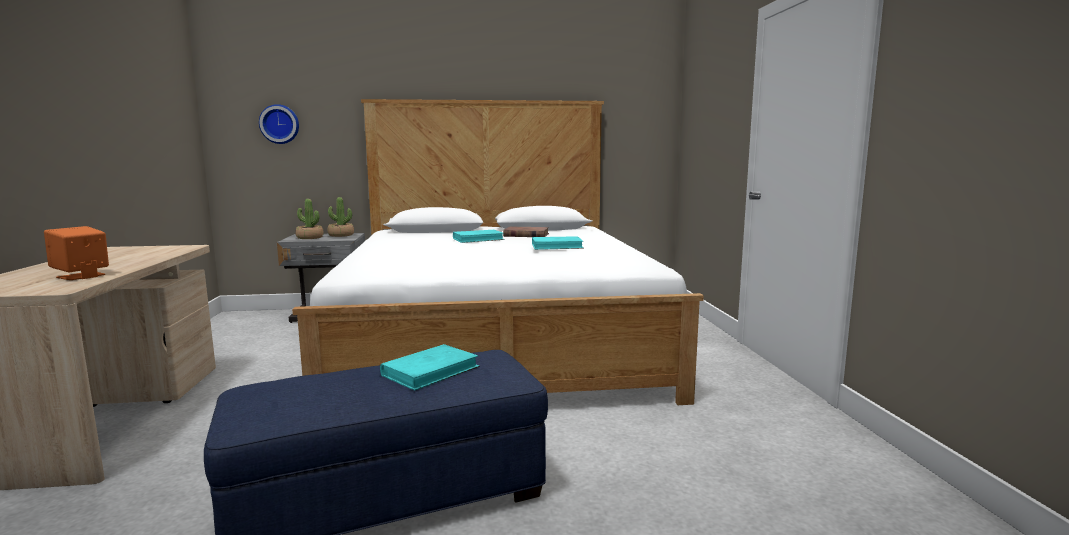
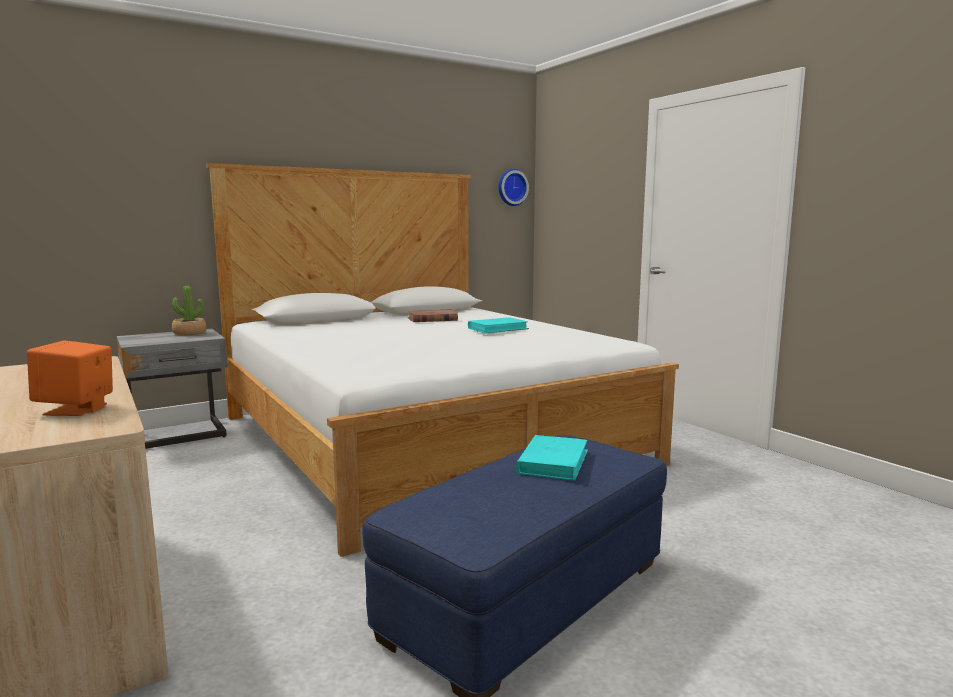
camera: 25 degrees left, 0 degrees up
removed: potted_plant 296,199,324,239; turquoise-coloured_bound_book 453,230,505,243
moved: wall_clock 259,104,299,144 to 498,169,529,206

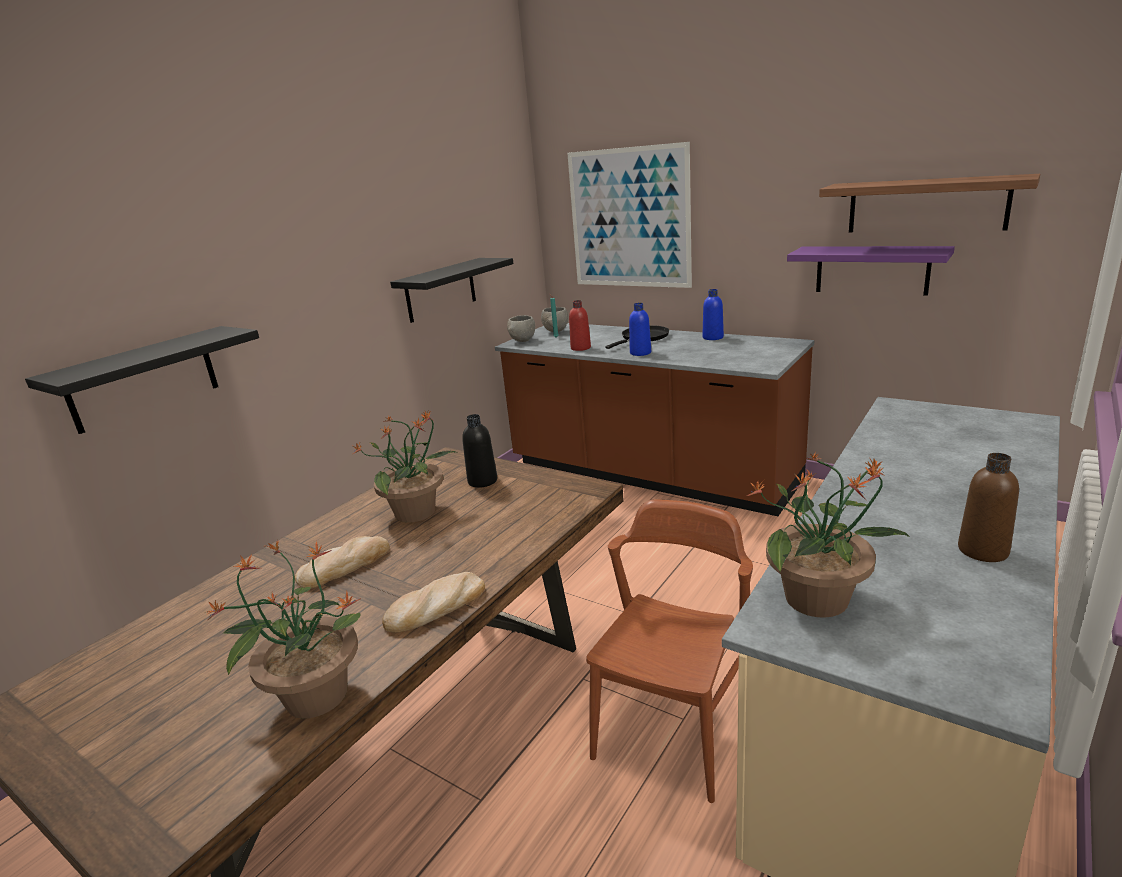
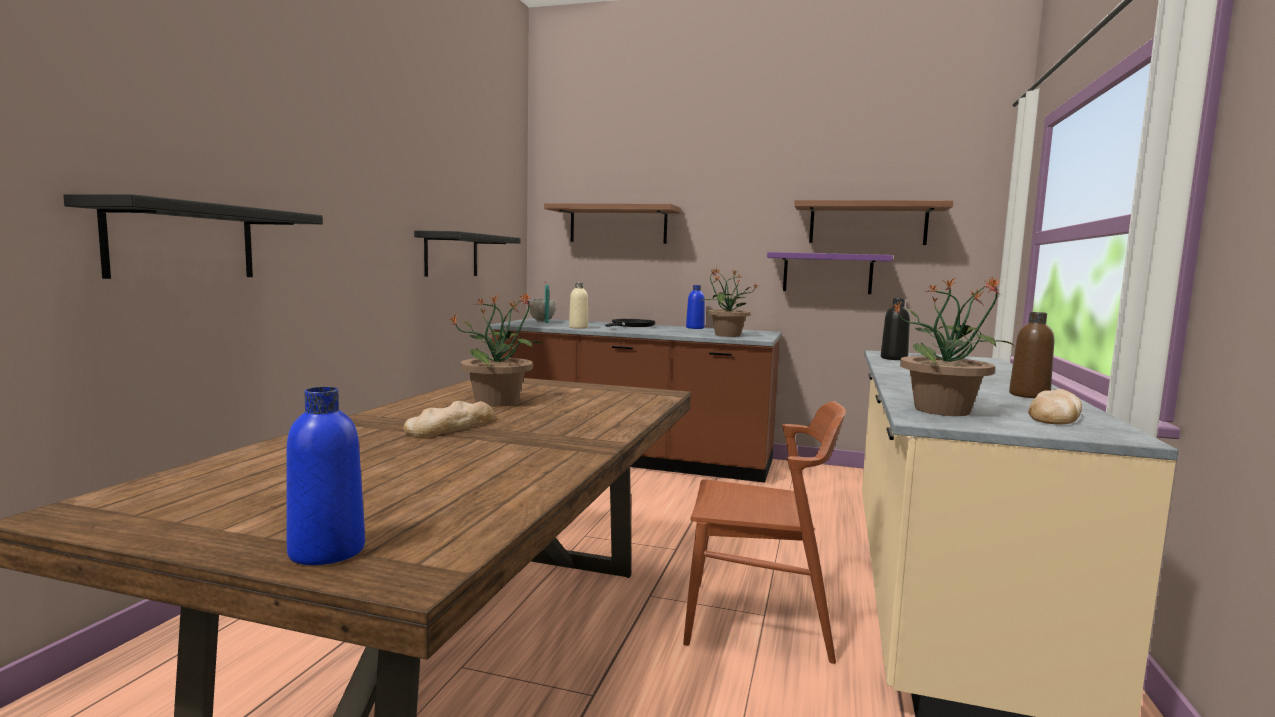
camera: 20 degrees left, 15 degrees down
removed: grey_serving_bowl 507,315,535,342
moved: blue-coloured_bottle 629,303,651,356 to 286,387,365,565; black-coloured_bottle 462,414,497,488 to 881,298,910,360; potted_plant 206,540,361,719 to 698,268,759,337; bread 382,572,485,633 to 1028,389,1082,425
replaced: wall_art 567,142,692,288 to wall_shelf 544,203,681,244
recoloured: reddish_bottle 569,300,591,351 to sand-coloured_bottle 569,282,588,329
turned: brown-coloured_plain_chair 586,500,753,803 = 683,401,846,664 90 degrees clockwise

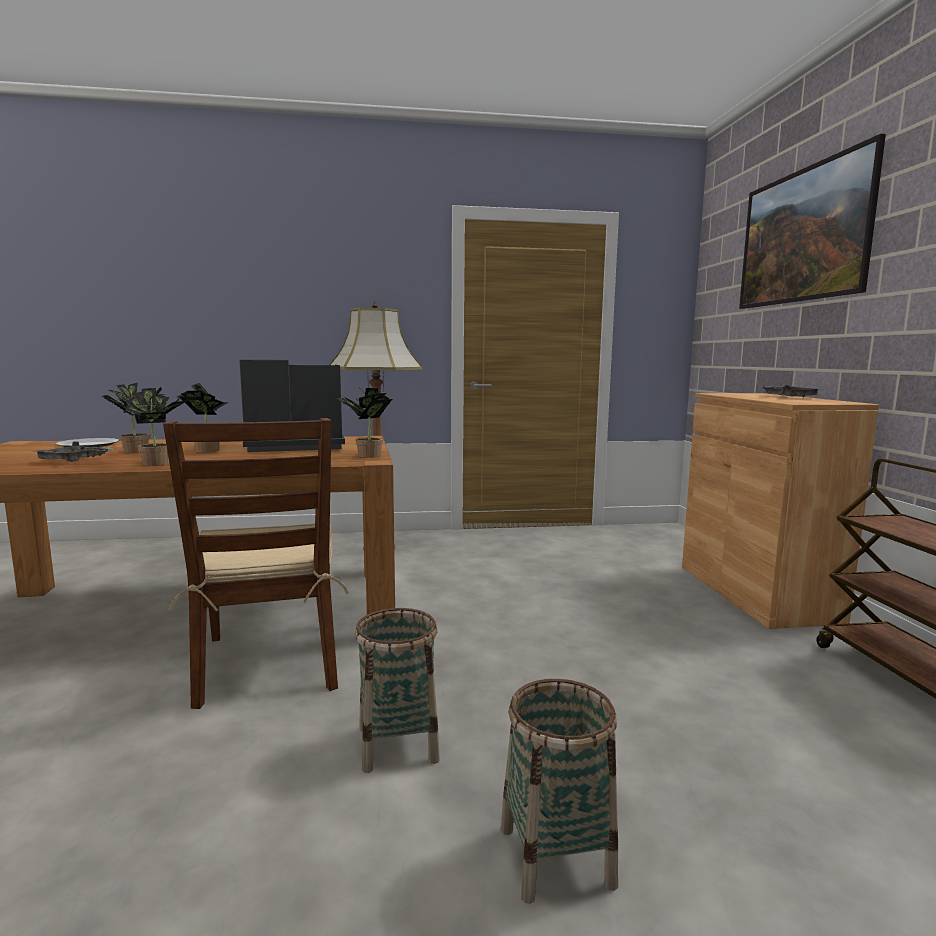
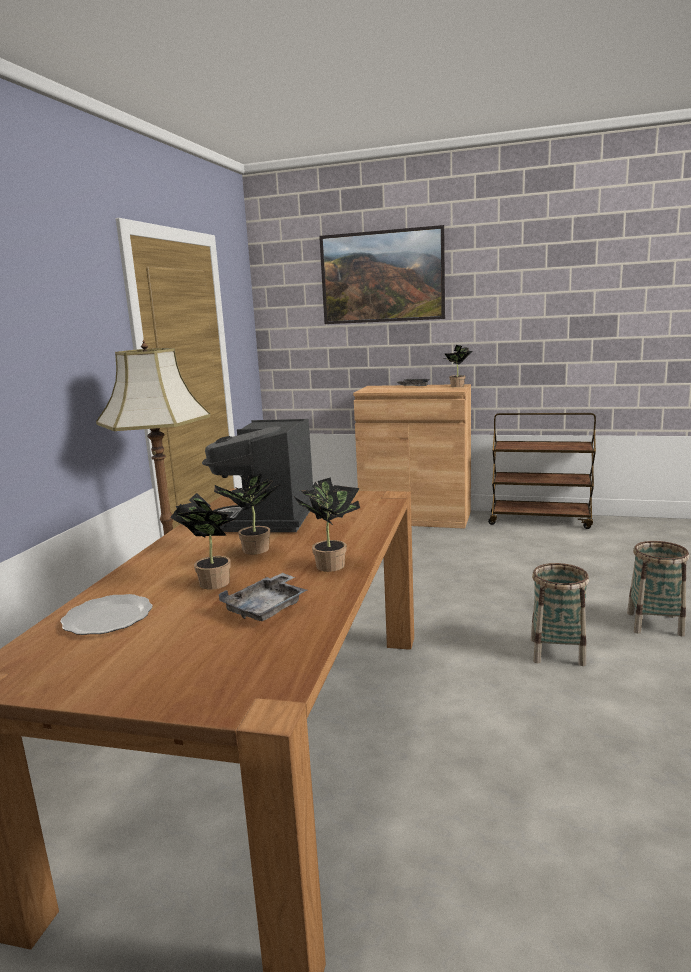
camera: 65 degrees left, 5 degrees up
removed: brown-coloured_plain_chair 163,418,349,709
moved: potted_plant 337,387,392,458 to 443,345,473,387

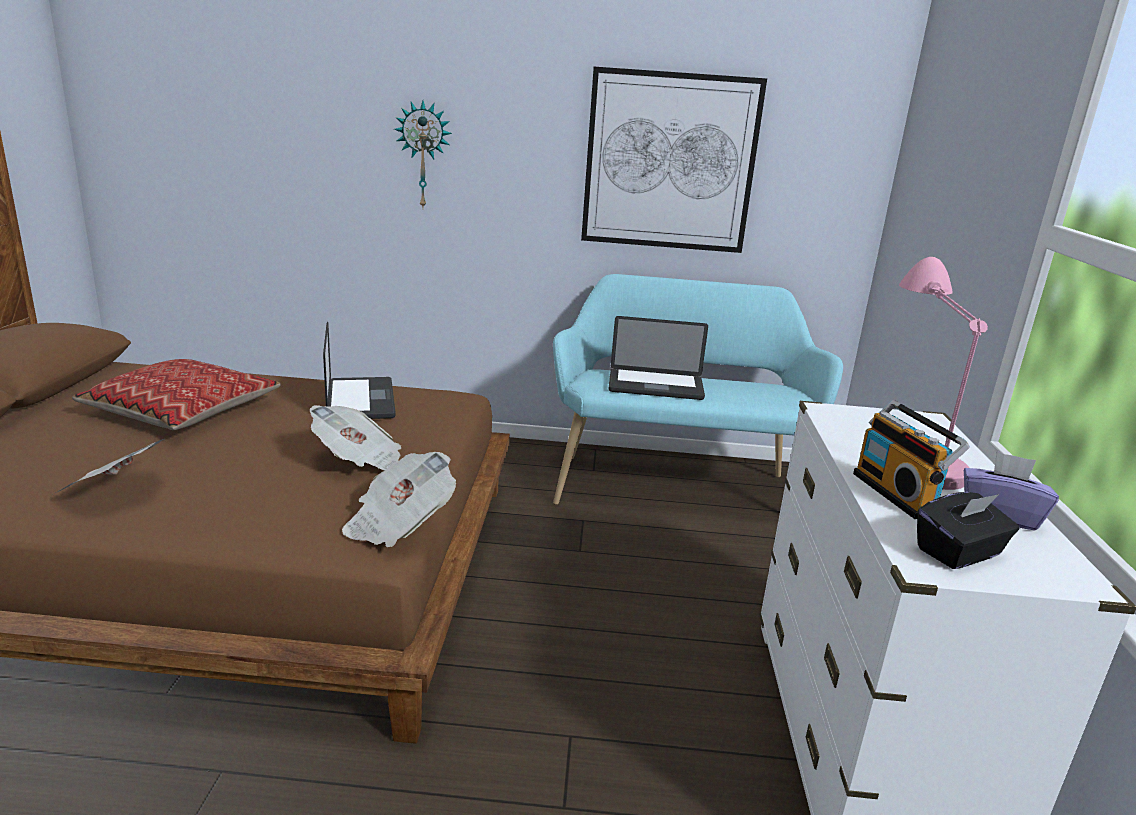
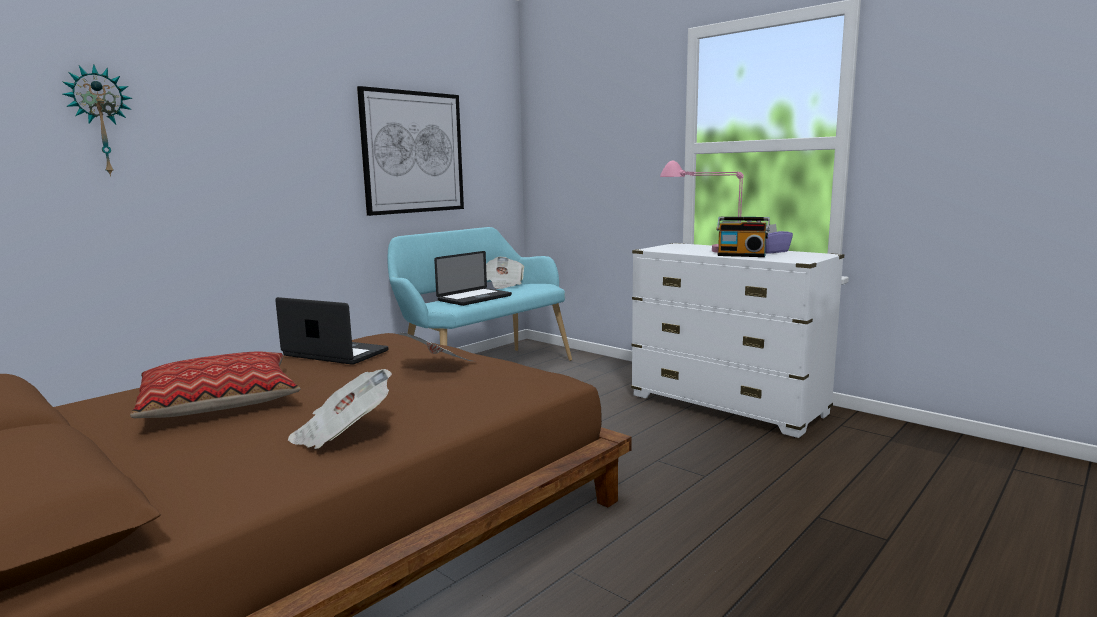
camera: 50 degrees left, 10 degrees down
removed: black-coloured_tissue_box 917,492,1019,569
moved: wall_clock 394,100,452,207 to 63,64,132,177; daily_paper 342,452,456,547 to 486,257,524,289

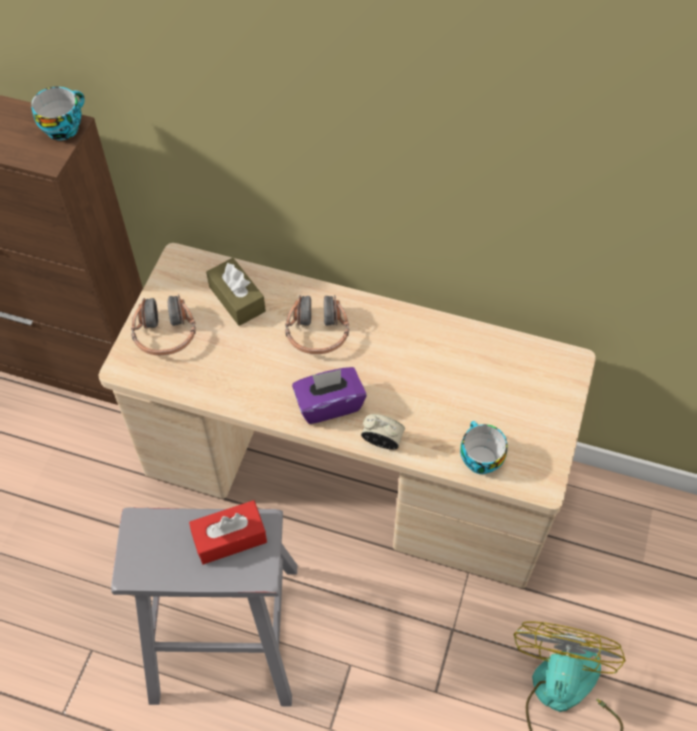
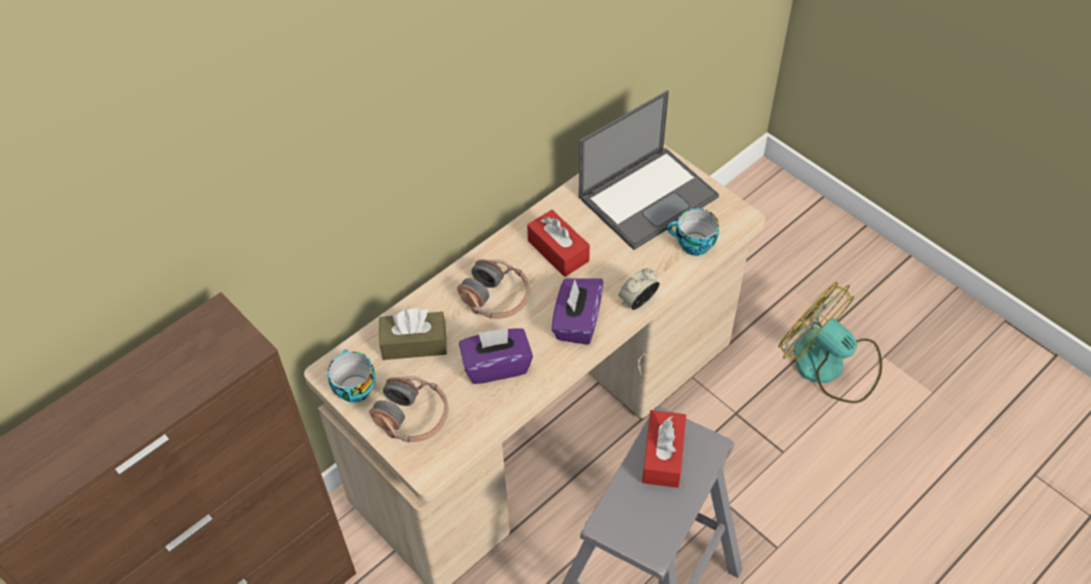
camera: 60 degrees left, 5 degrees down
added: laptop 579,90,719,250; reddish_tissue_box 527,210,590,277; purple-coloured_tissue_box 459,328,533,384
moved: small_cup 31,87,85,140 to 328,349,375,403

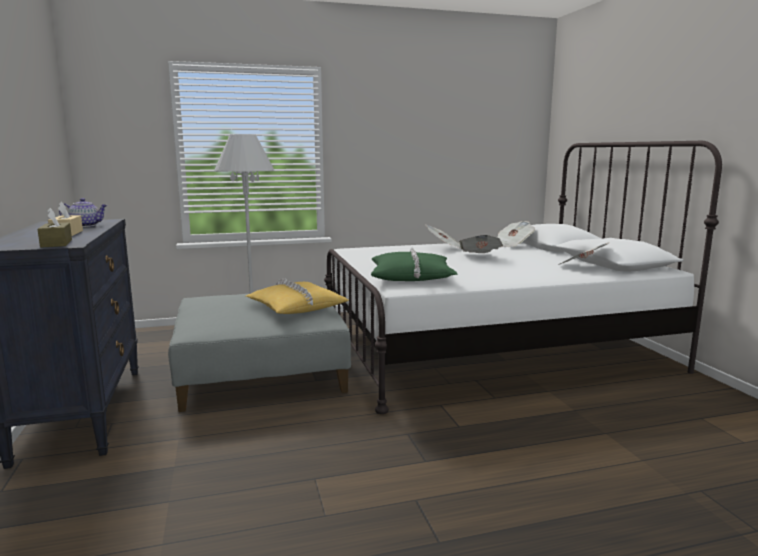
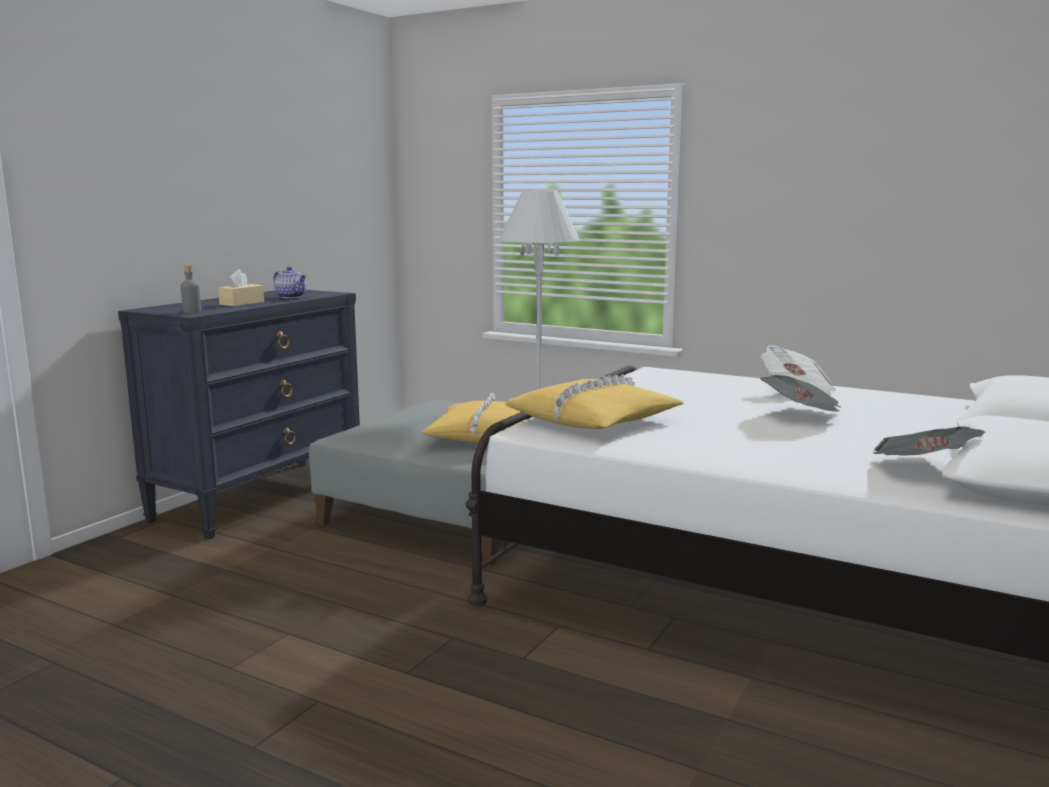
camera: 45 degrees right, 0 degrees up
removed: daily_paper 497,221,535,247
replaced: brown-coloured_tissue_box 38,208,72,248 to grey_bottle 181,265,201,313
recoloured: greenish_throw_pillow 371,247,458,281 to yellowish_throw_pillow 505,374,684,429

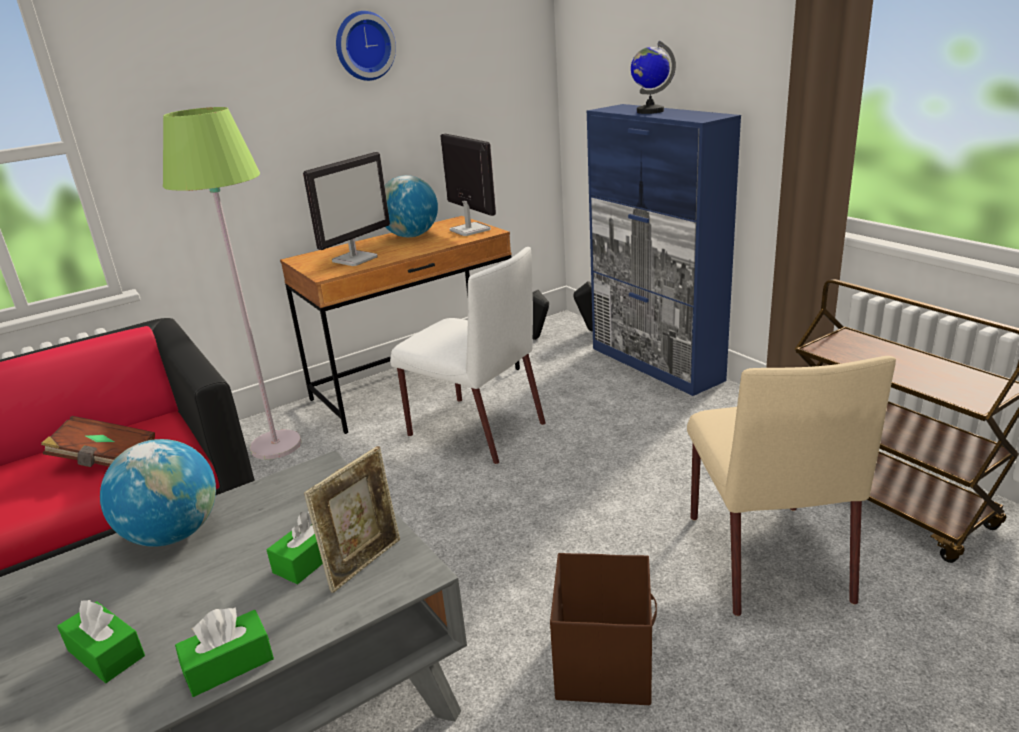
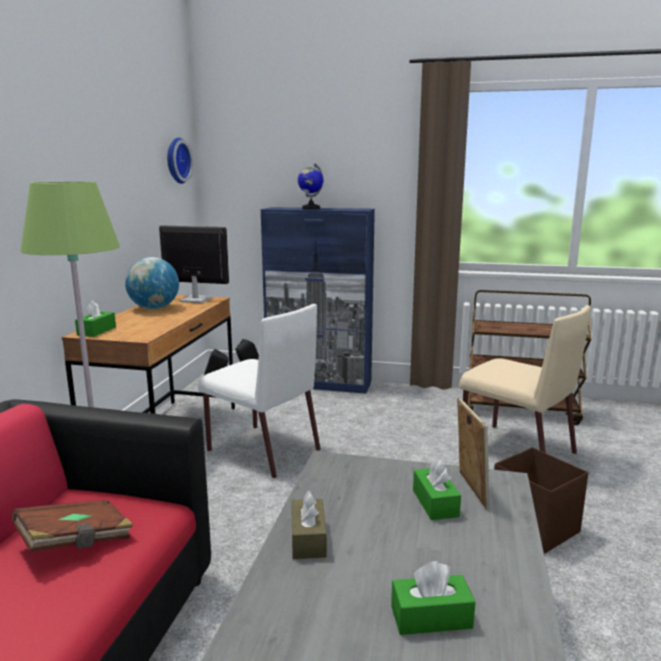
camera: 45 degrees left, 10 degrees down
removed: computer_display 303,152,390,266
moved: wall_clock 336,11,396,81 to 167,137,193,184; greenish_tissue_box 175,607,274,697 to 75,301,116,337
replaced: globe 100,439,216,547 to brown-coloured_tissue_box 291,490,327,559
turned: white-coloured_plain_chair 390,247,545,464 = 198,304,321,478 45 degrees clockwise

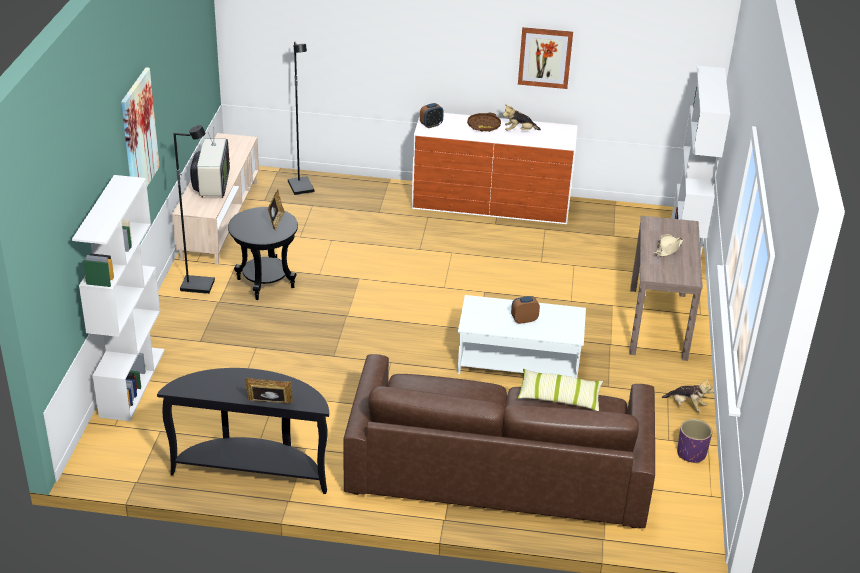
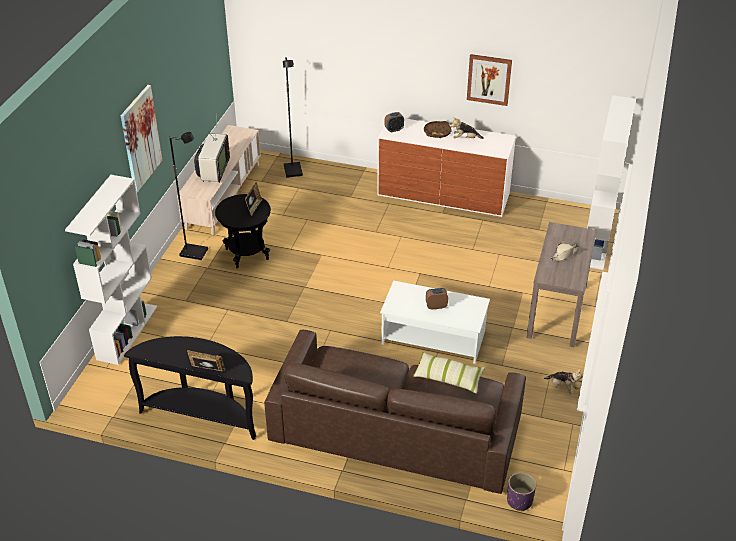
camera: 10 degrees right, 5 degrees up
moved: purple-coloured_planter 677,419,712,463 to 507,472,536,511

